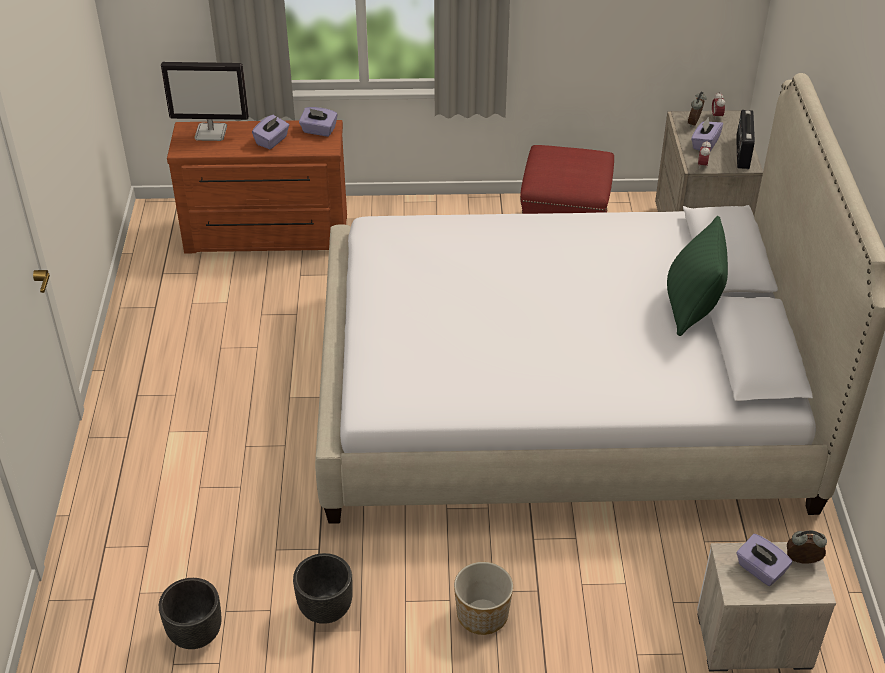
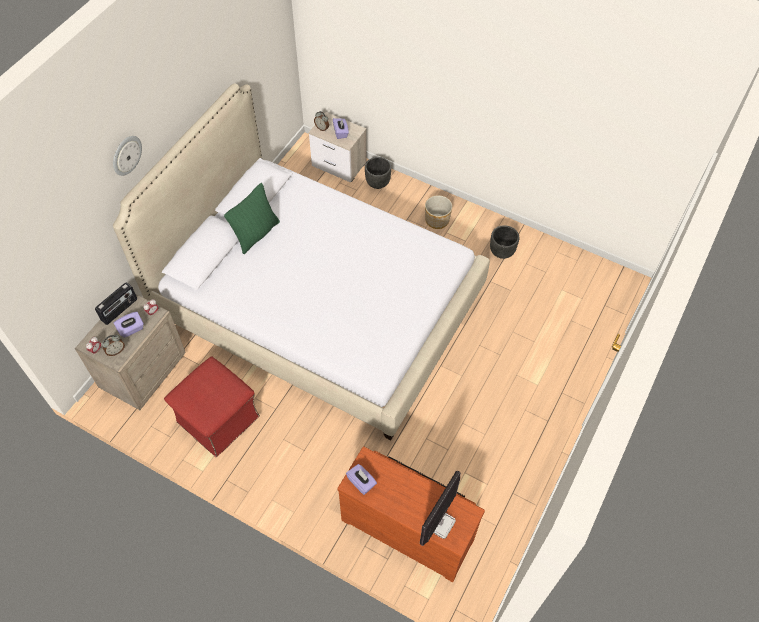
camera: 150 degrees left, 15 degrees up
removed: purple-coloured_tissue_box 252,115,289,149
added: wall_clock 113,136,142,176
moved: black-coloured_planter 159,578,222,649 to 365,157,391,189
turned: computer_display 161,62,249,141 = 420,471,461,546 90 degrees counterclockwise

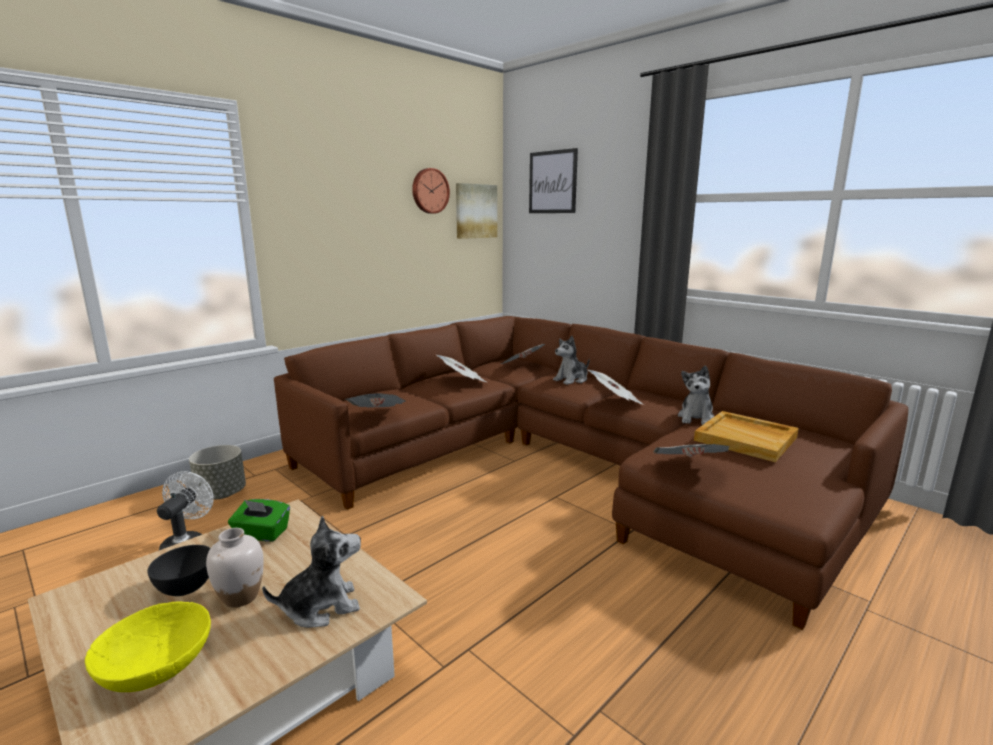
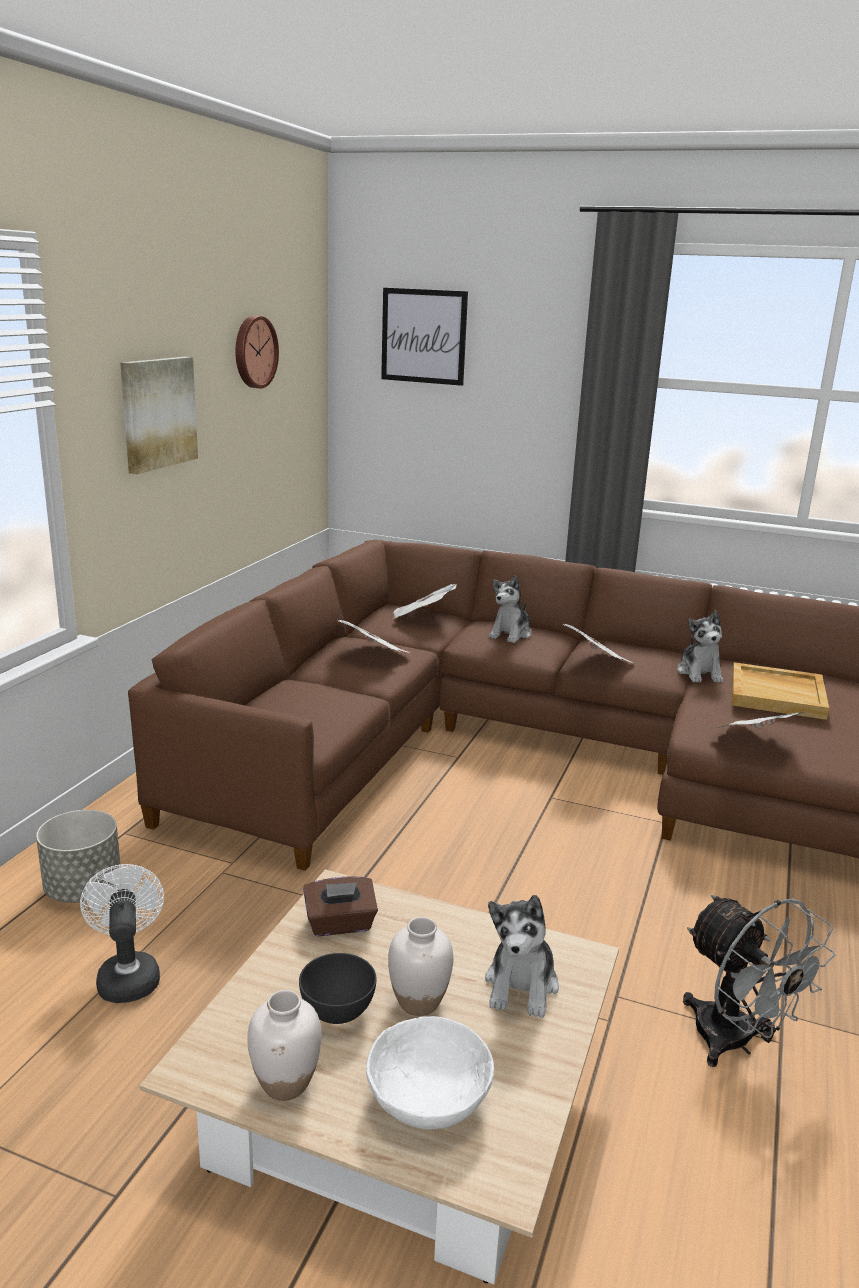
camera: 25 degrees left, 5 degrees up
removed: daily_paper 345,393,406,408
added: grey_fan 683,895,835,1067; white-coloured_vase 247,990,322,1101
moved: wall_art 456,183,497,239 to 120,357,198,474
recoloured: greenish_tissue_box 228,499,290,542 to brown-coloured_tissue_box 303,876,378,936; yellowish_serving_bowl 85,601,211,692 to white-coloured_serving_bowl 366,1016,494,1130
turned: soft_toy 262,516,361,628 = 485,895,559,1018 150 degrees clockwise

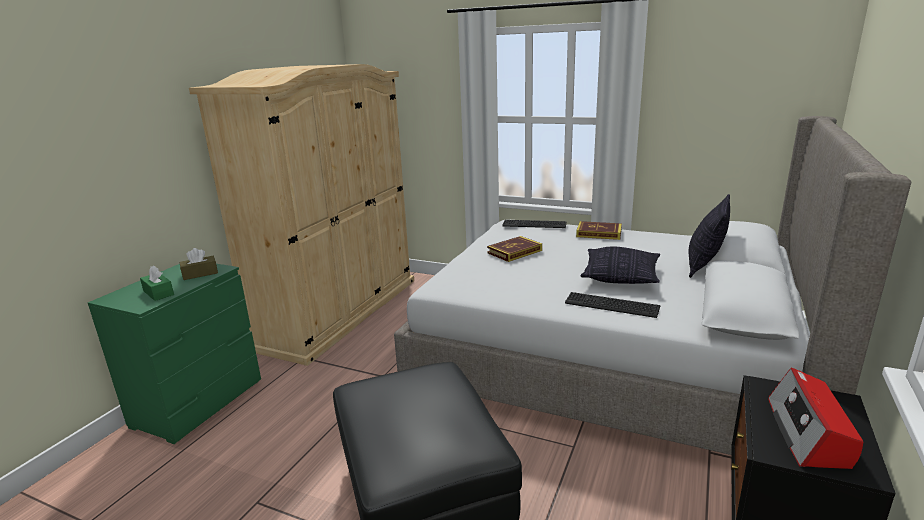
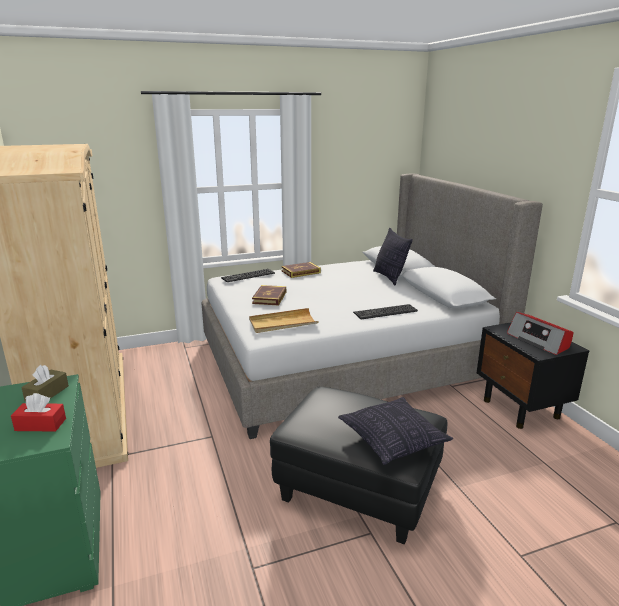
camera: 45 degrees left, 0 degrees up
added: sand-coloured_carrying_tray 249,308,319,333
moved: throw_pillow 581,247,660,284 to 338,397,453,465
recoloured: greenish_tissue_box 140,266,174,301 to reddish_tissue_box 11,393,66,432

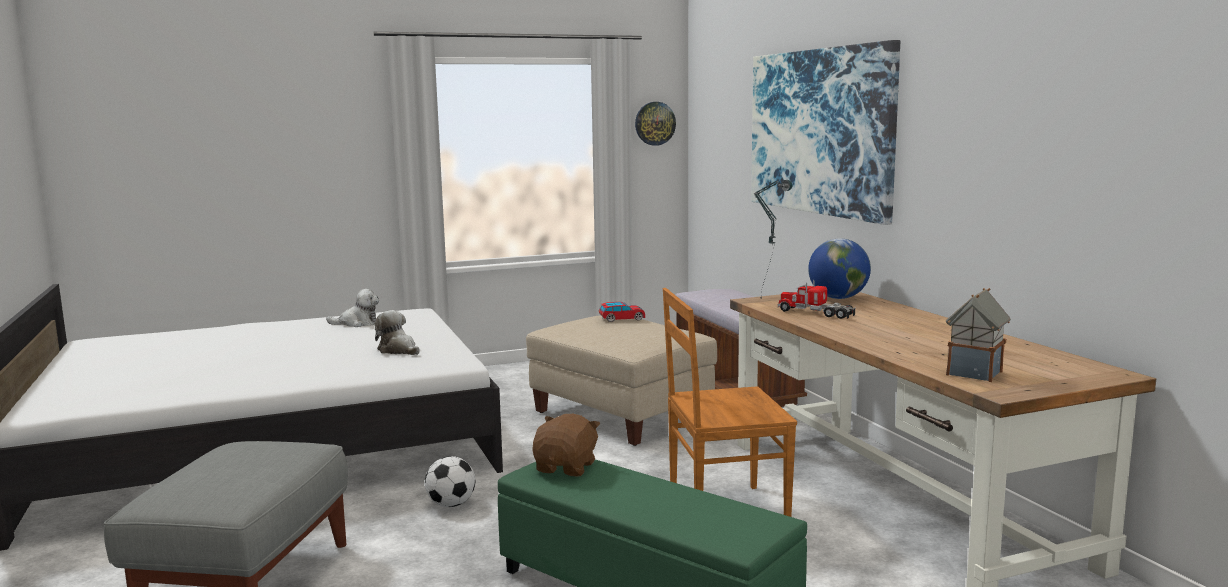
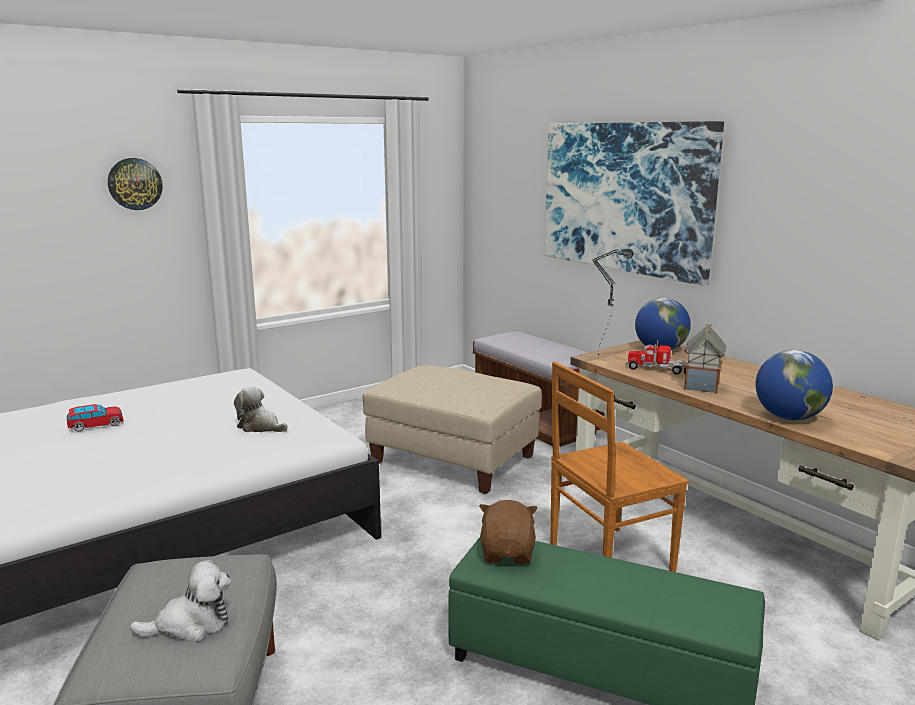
camera: 15 degrees left, 5 degrees up
removed: football 425,456,475,507
added: globe 756,350,833,420
moved: wall_clock 635,102,676,146 to 108,158,163,210; model_house 946,288,1011,382 to 684,324,726,394; soft_toy 326,289,379,327 to 130,560,231,642; model_car 599,302,645,322 to 67,404,124,431

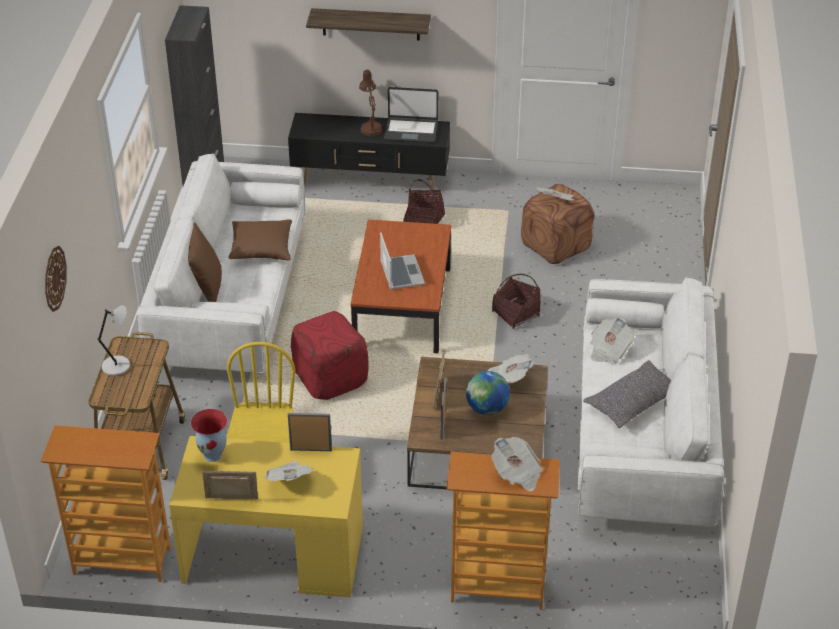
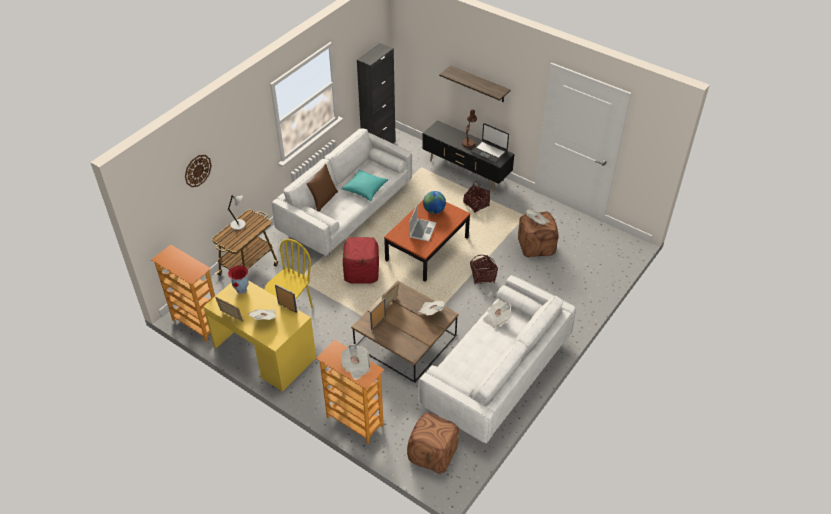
camera: 30 degrees right, 5 degrees up
removed: grey_throw_pillow 583,360,671,428
added: brown-coloured_footrest 407,412,459,474
moved: globe 466,371,510,415 to 423,191,446,214
recoloured: brown-coloured_throw_pillow 228,220,292,260 to turquoise-coloured_throw_pillow 341,169,388,201

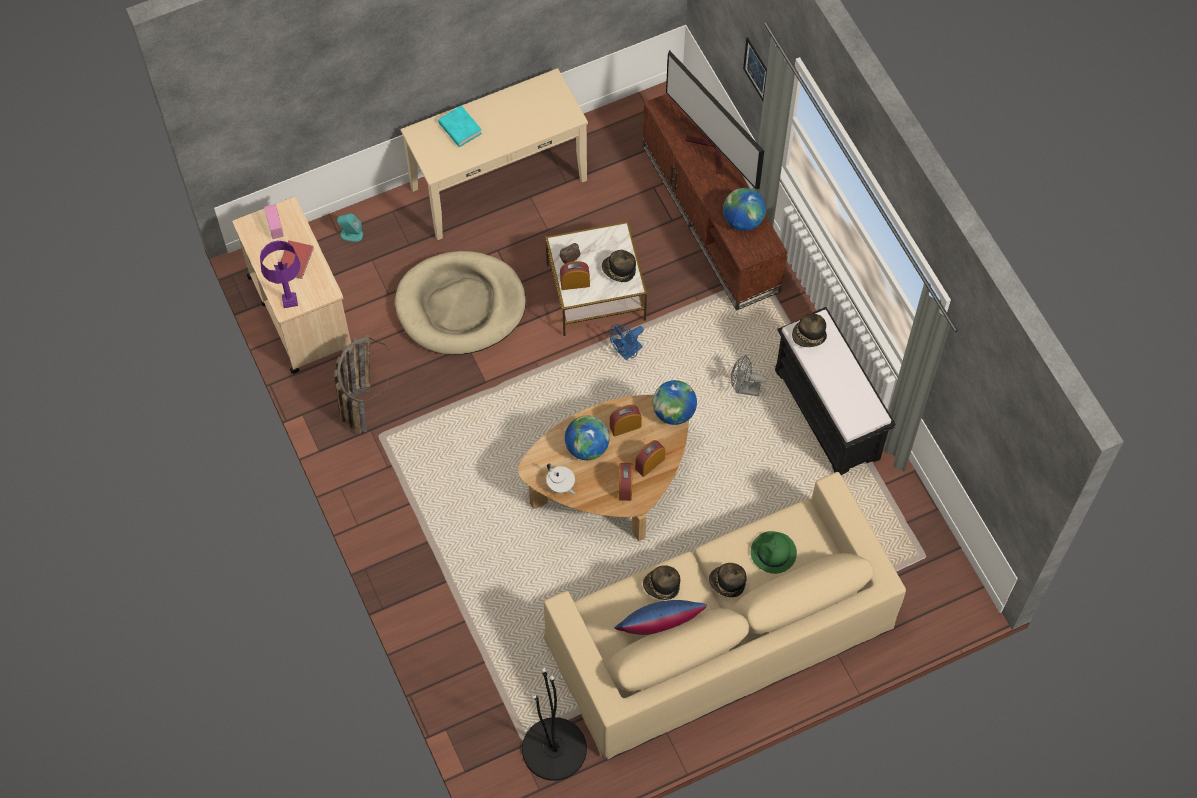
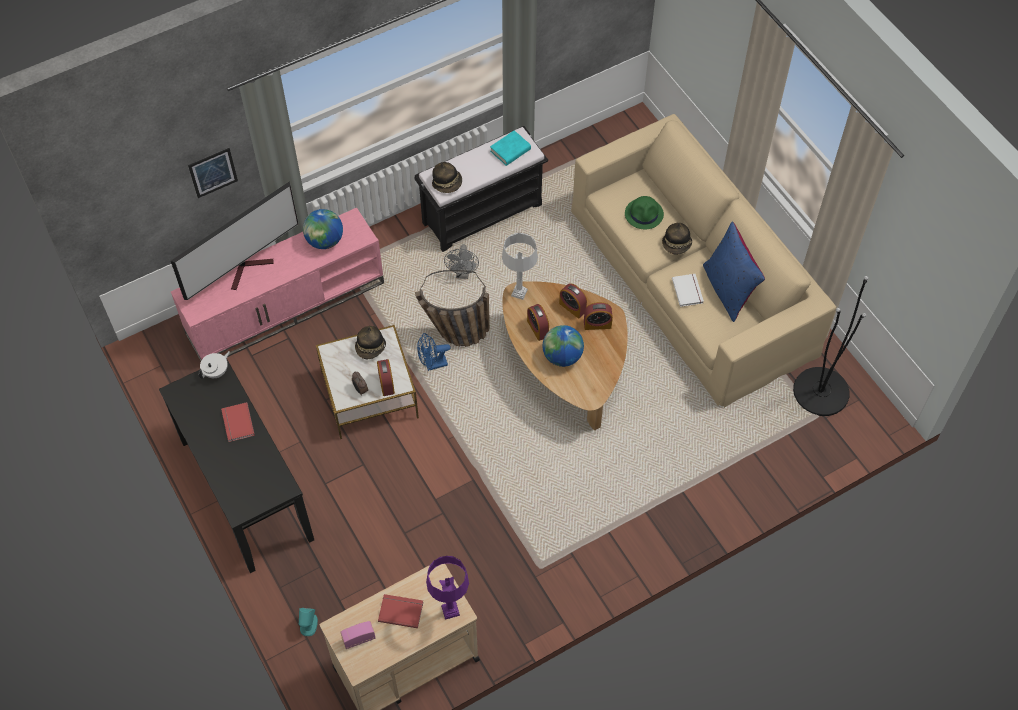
camera: 95 degrees left, 5 degrees down
removed: sand-coloured_pet_bed 395,251,526,355
added: reddish_bound_book 221,402,255,442
moved: turquoise-coloured_bound_book 438,105,482,147 to 490,130,531,166; household_basket 334,335,391,434 to 415,270,490,347; white-coloured_pot_for_tea 546,464,576,495 to 198,351,230,378
replaced: globe 653,380,697,425 to grey_lamp_for_a_table 502,233,538,300; wearable_hat 643,566,680,600 to white-coloured_bound_book 672,274,704,307
recoloured: sand-coloured_hall_table 401,68,588,240 to black-coloured_hall_table 159,359,314,573; brown-coloured_tv_unit 643,94,787,311 to pinkish_tv_unit 171,208,384,361
turned: blue-coloured_fan 610,324,644,360 = 417,333,450,371 120 degrees clockwise

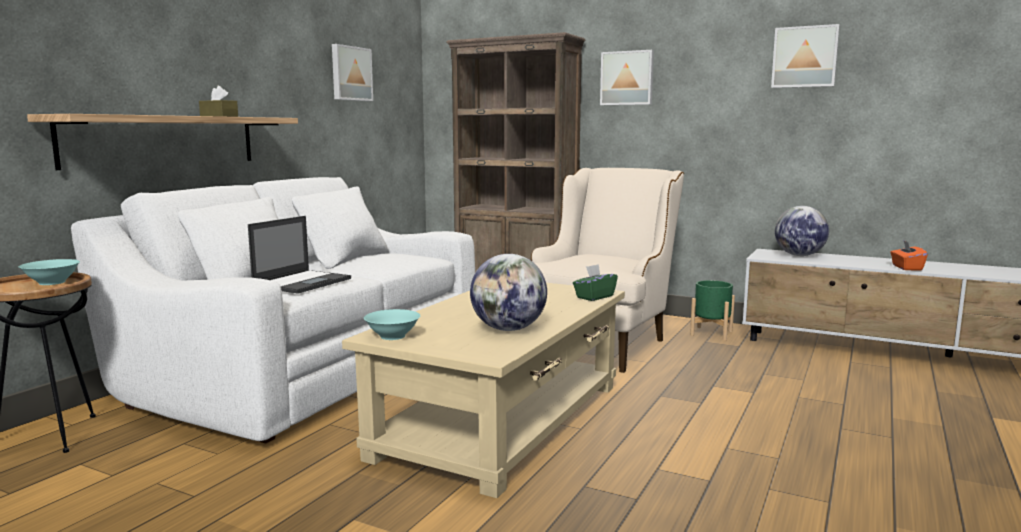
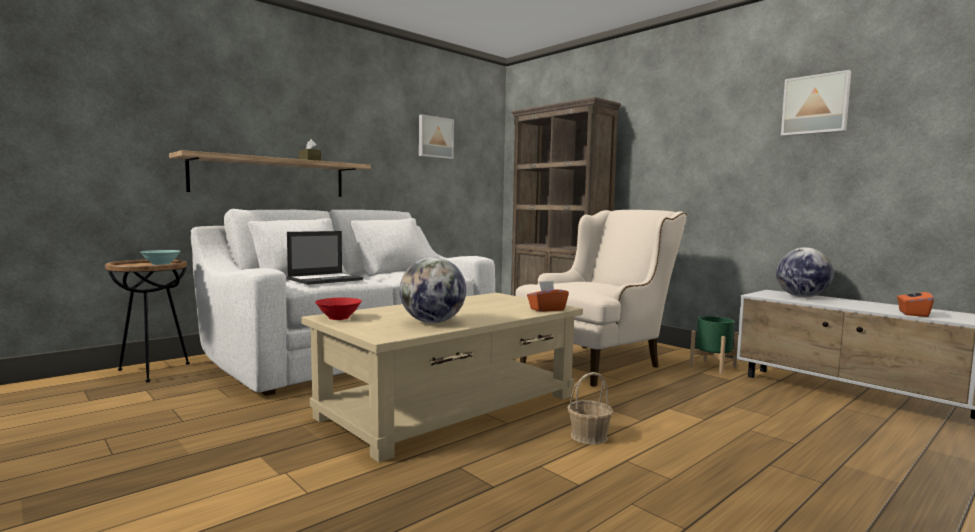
camera: 20 degrees right, 5 degrees down
removed: wall_art 600,50,654,105
added: household_basket 567,372,613,445
recoloured: greenish_tissue_box 573,264,618,301 to orange-coloured_tissue_box 527,281,569,312; turquoise-coloured_serving_bowl 364,309,420,340 to reddish_serving_bowl 315,298,362,320

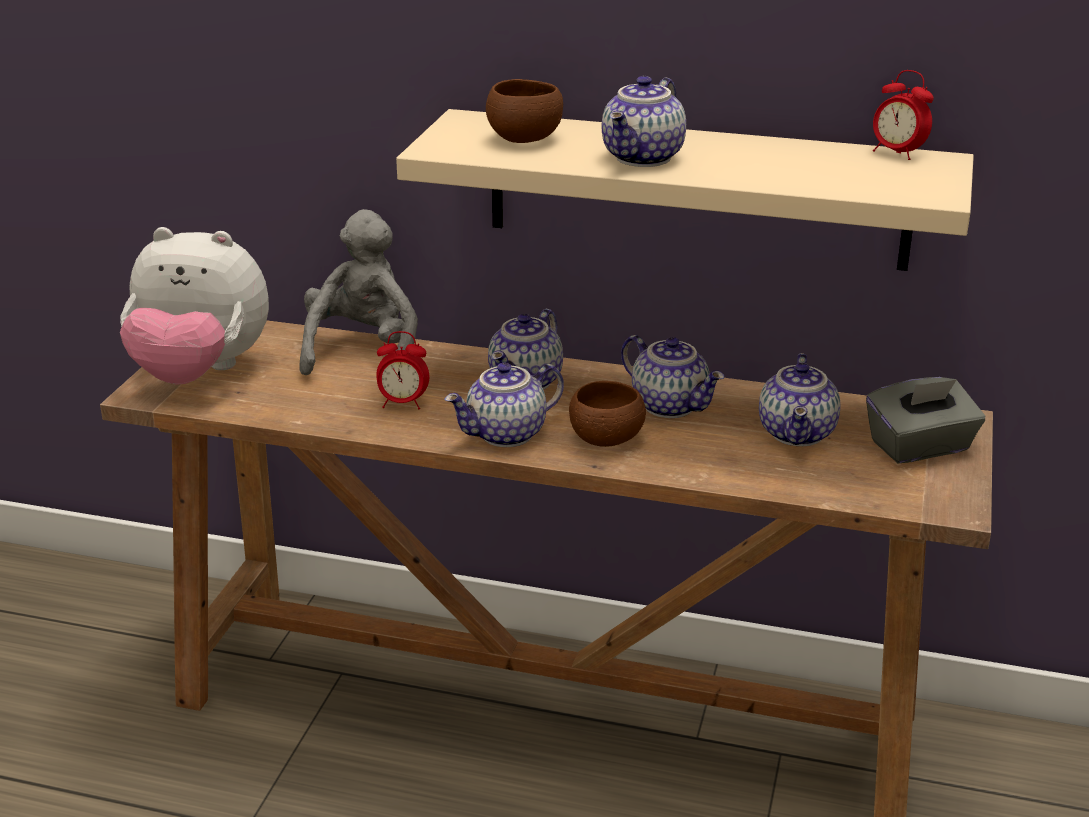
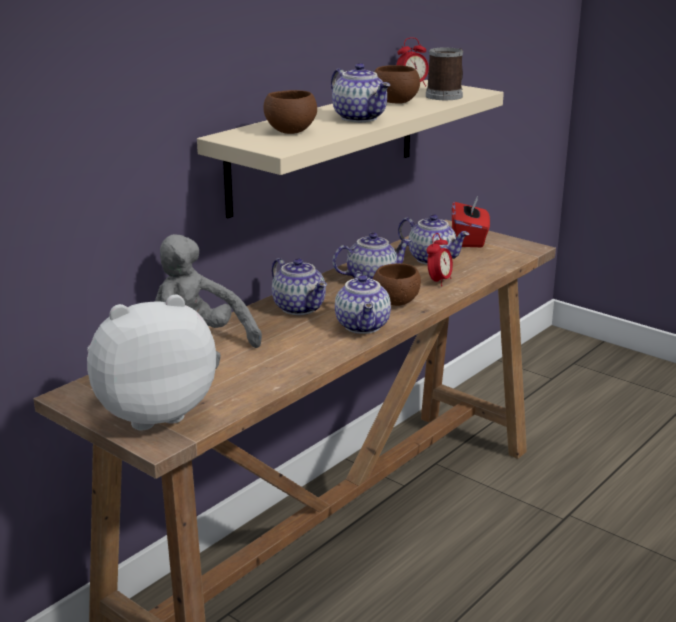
camera: 65 degrees left, 5 degrees down
added: coffee_mug 426,48,463,100; brown-coloured_serving_bowl 374,65,420,104
moved: table_clock 376,331,429,409 to 427,233,453,286
recoloured: grey_tissue_box 866,377,985,463 to reddish_tissue_box 452,196,490,247
turned: soft_toy 120,227,269,385 = 87,295,216,430 150 degrees counterclockwise

